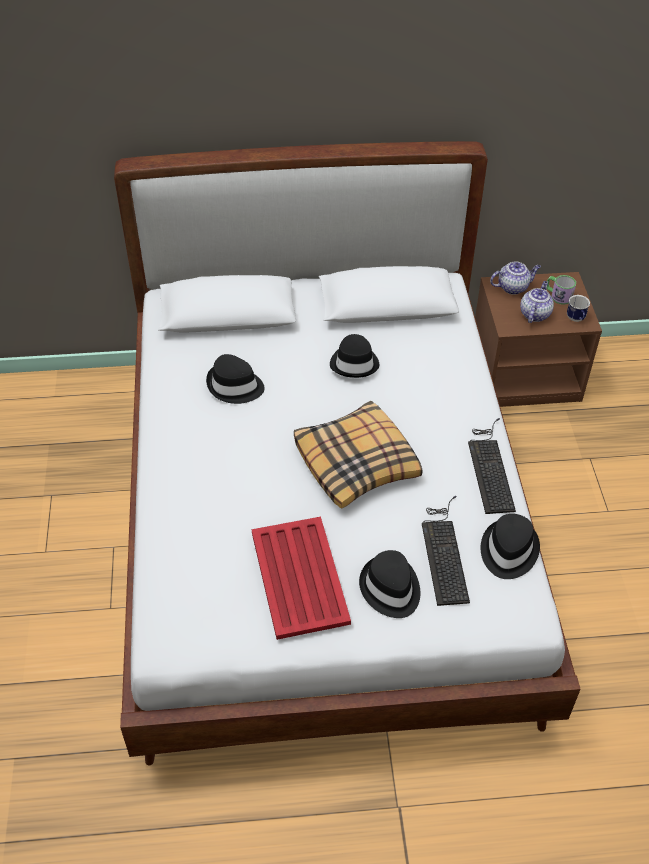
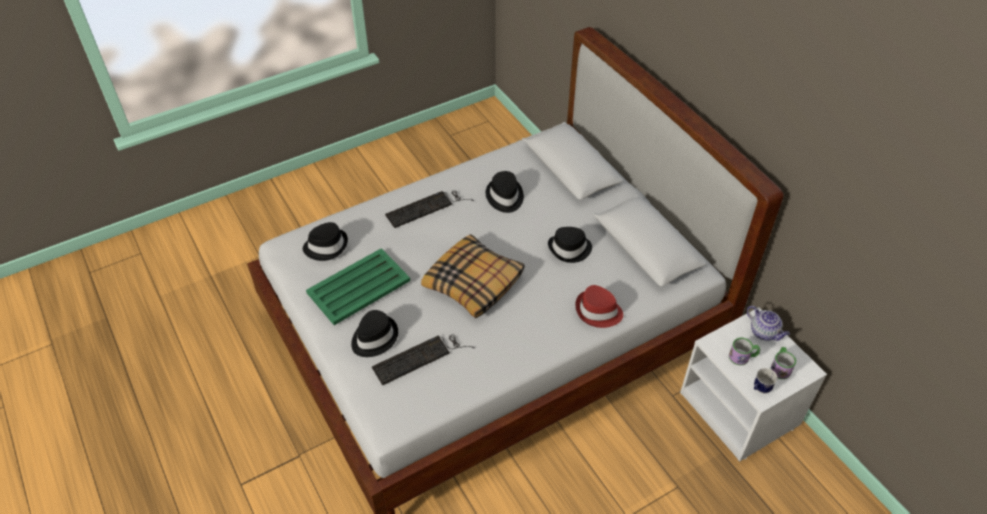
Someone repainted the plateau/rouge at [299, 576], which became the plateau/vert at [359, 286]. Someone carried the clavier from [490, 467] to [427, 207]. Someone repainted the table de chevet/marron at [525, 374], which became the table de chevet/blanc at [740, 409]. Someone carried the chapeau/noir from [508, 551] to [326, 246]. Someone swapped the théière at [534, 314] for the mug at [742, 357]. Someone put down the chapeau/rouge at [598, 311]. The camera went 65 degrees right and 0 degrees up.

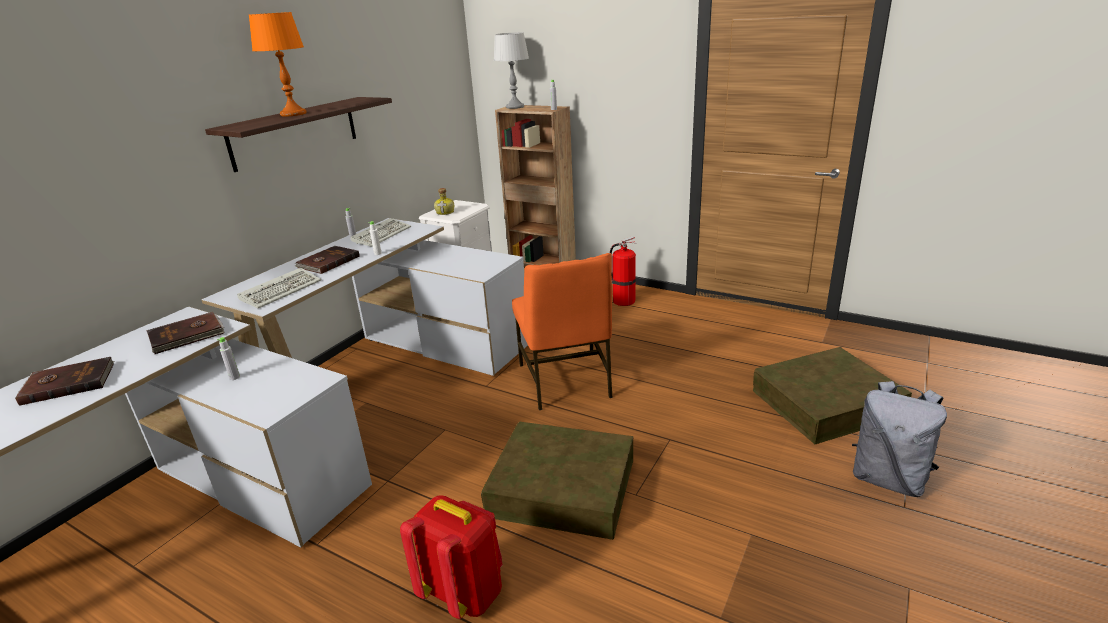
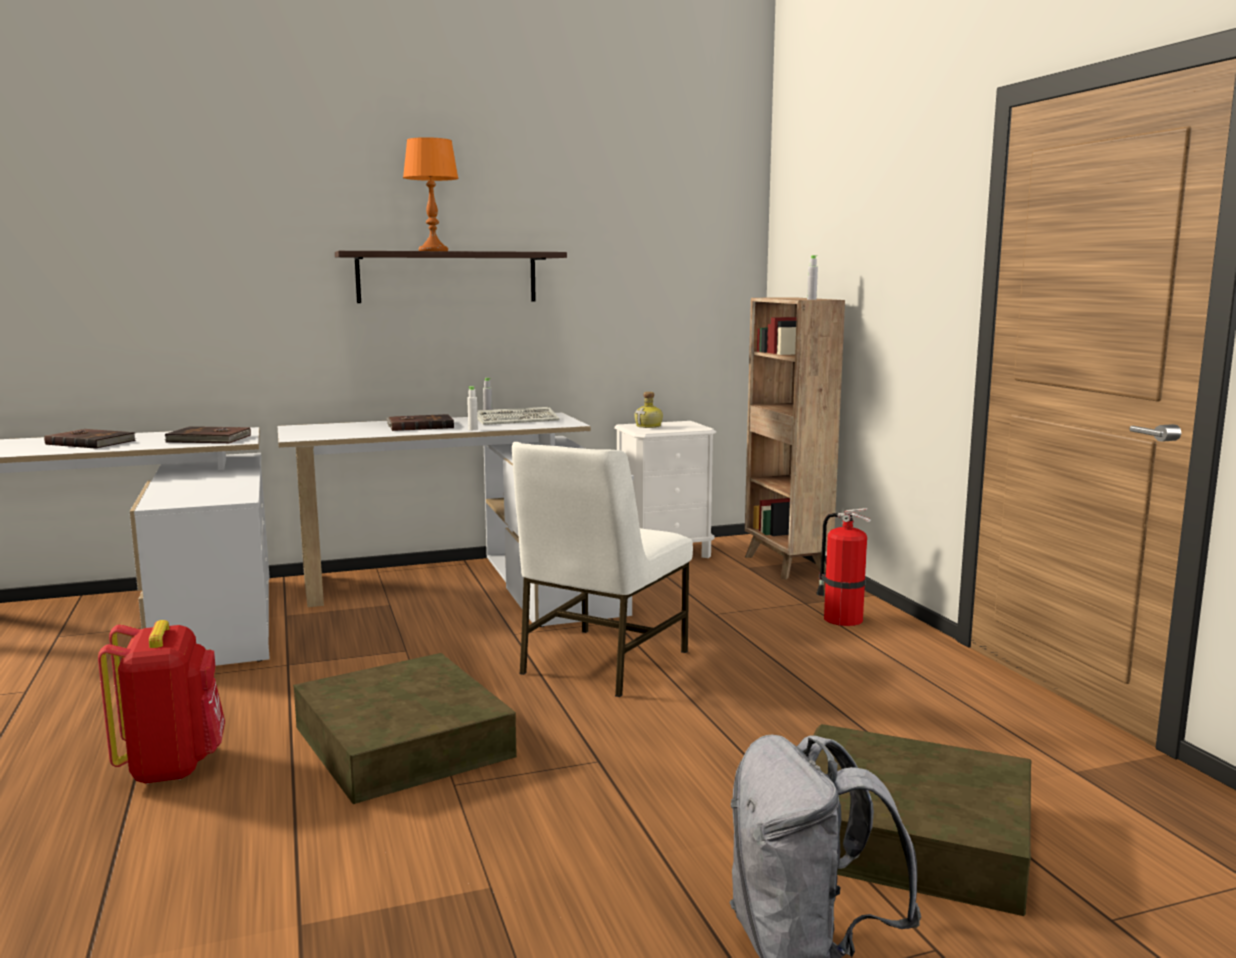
Someone took away the bouteille/gris at [235, 377]. Someone took away the clavier at [282, 290]. Someone took away the lampe de table/gris at [515, 107]. Someone repainted the chaise/orange at [565, 381], which became the chaise/blanc at [601, 662]. The camera went 40 degrees right and 15 degrees down.

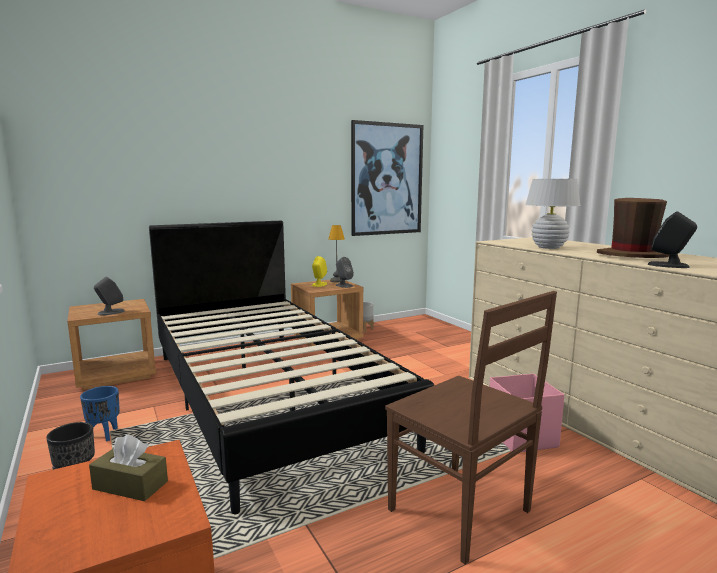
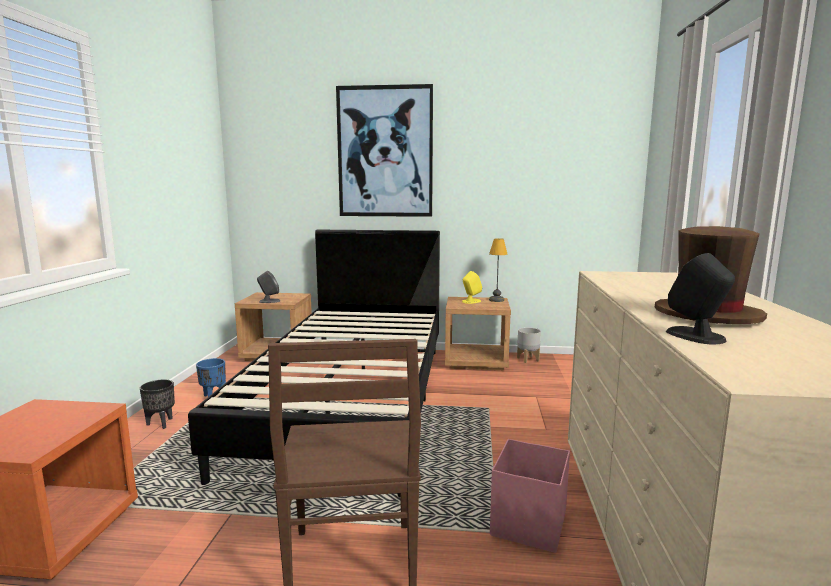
Someone took away the boîte à mouchoirs/marron at [130, 485]. Someone took away the enceinte/gris at [344, 285]. Someone carried the tableau from [387, 179] to [385, 152]. Someone took away the lampe de table/blanc at [548, 247]. The camera went 35 degrees right and 0 degrees up.

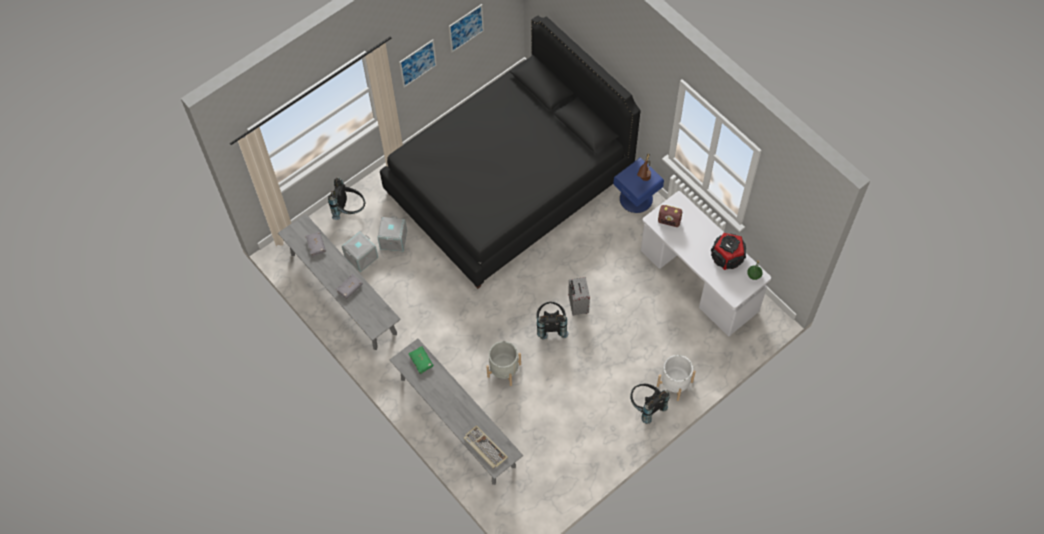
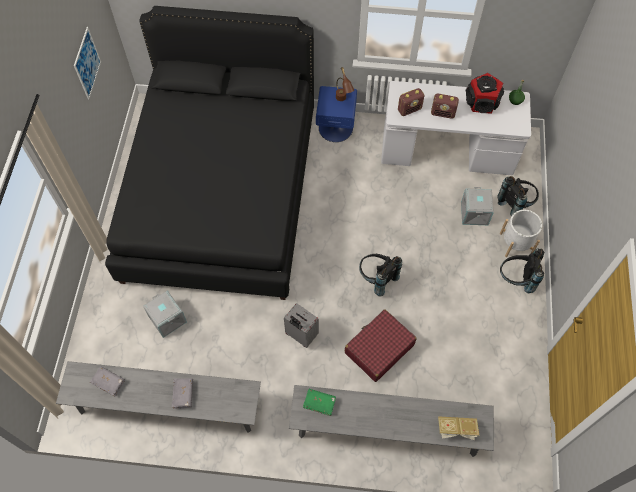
Someone carried the sac à dos/noir from [349, 210] to [515, 205]. Someone carried the boîte de rangement/gris from [361, 258] to [475, 213]. Someone took away the tableau at [417, 63]. Someone swapped the clavier at [484, 448] for the livre at [456, 430]. Someone swapped the cache-pot/gris at [504, 370] for the valise/rouge at [379, 349]. Someone carried the valise/gris from [577, 305] to [301, 335]. Someone put down the radio at [443, 113]. The camera went 45 degrees left and 0 degrees up.

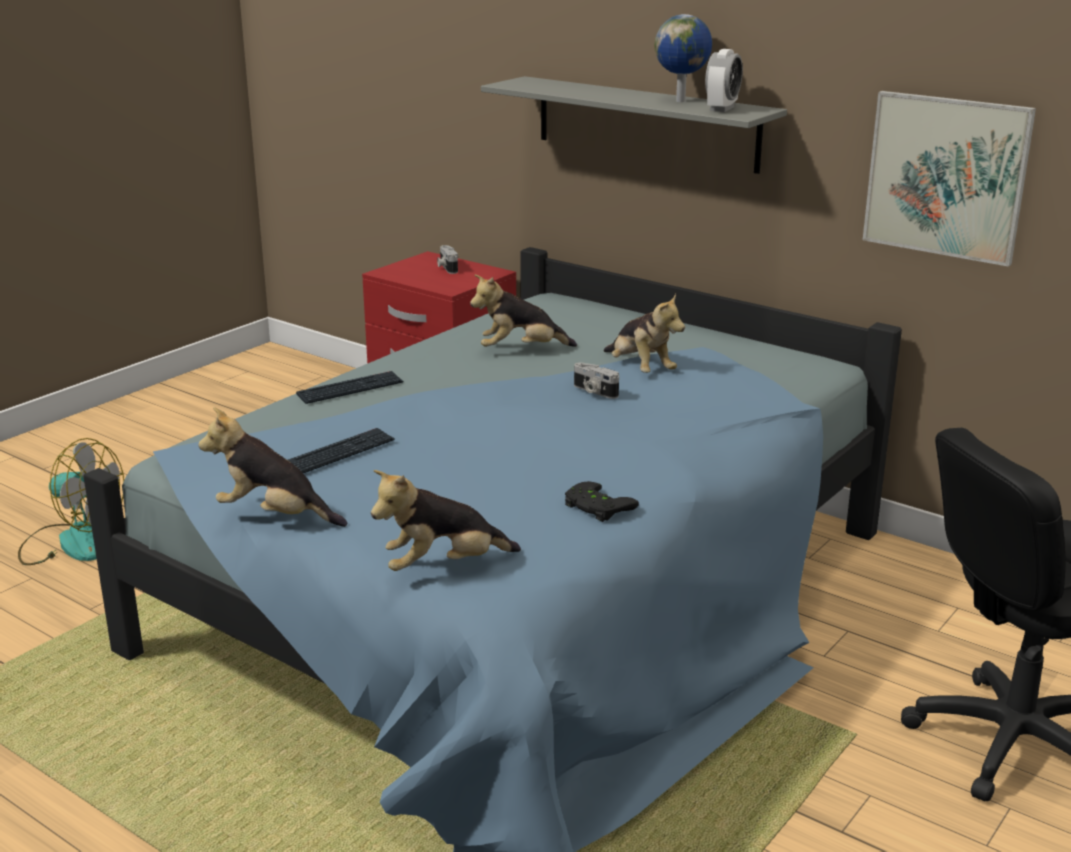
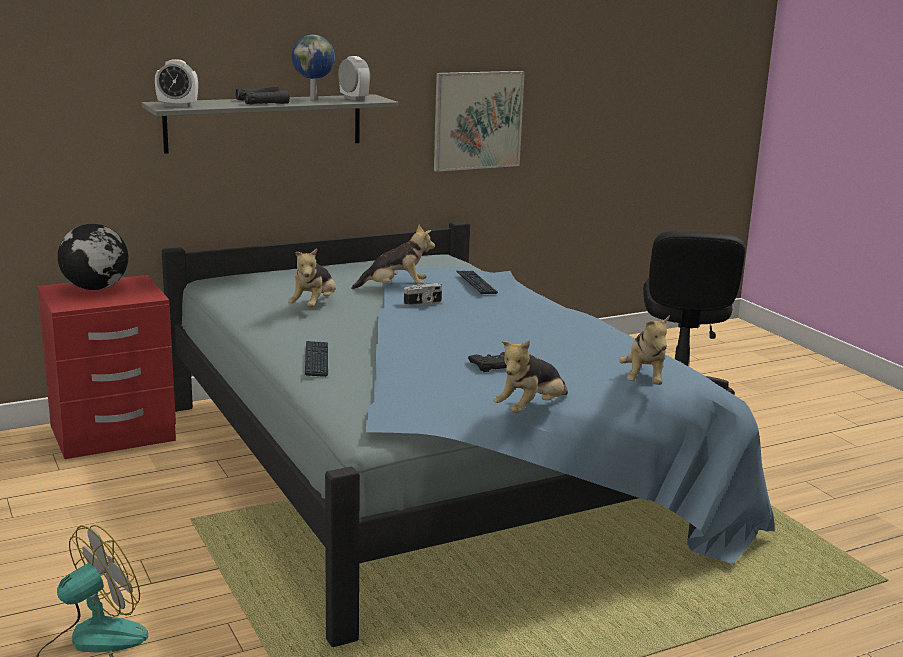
Someone carried the clavier from [339, 454] to [476, 283]. Someone swapped the appareil photo at [447, 267] for the globe at [96, 288]. Someone carried the manette/noir from [595, 507] to [494, 366]. Someone put down the réveil at [177, 105]. Someone put down the jumelles/noir at [262, 102]. The camera went 65 degrees left and 5 degrees down.

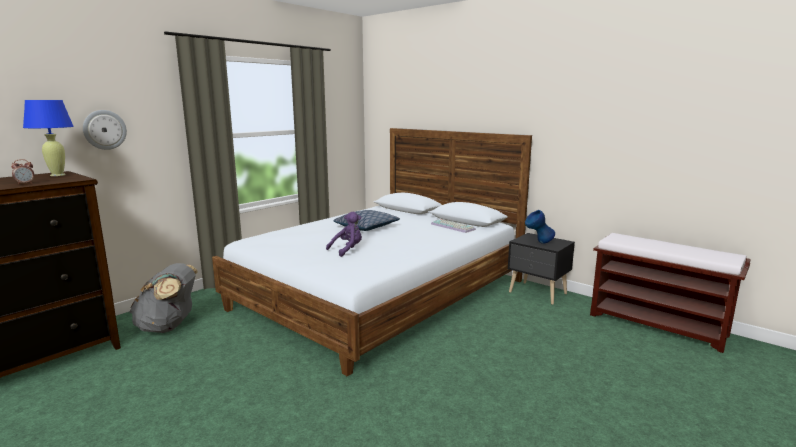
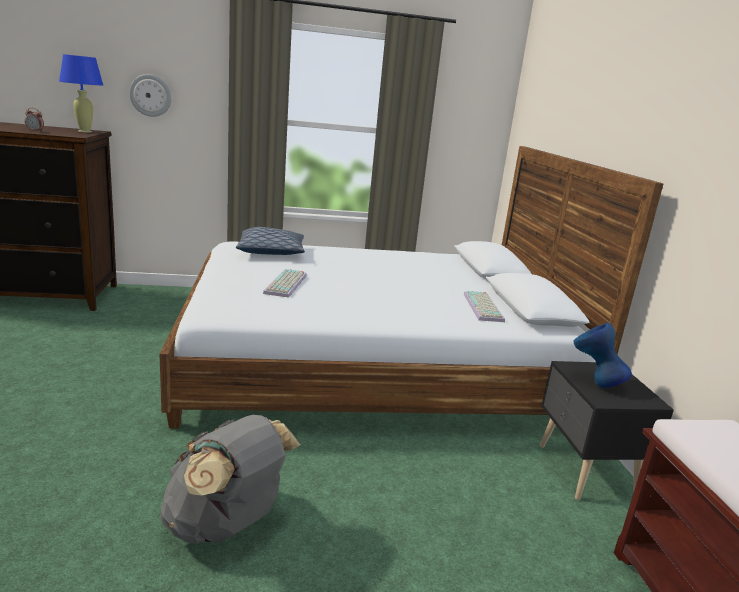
Someone carried the sac à dos/gris from [169, 327] to [226, 524]. Someone swapped the peluche/violet at [347, 250] for the clavier at [287, 284]. Someone carried the coussin from [366, 227] to [271, 251]. The camera went 40 degrees right and 5 degrees up.

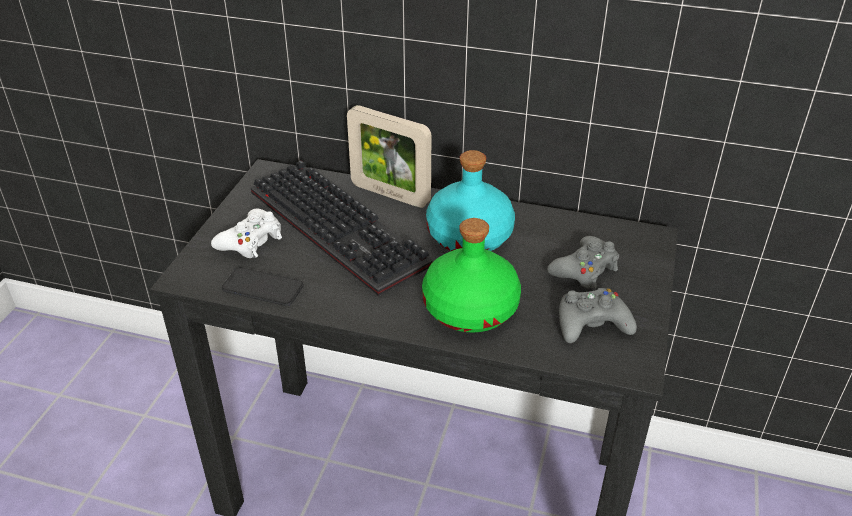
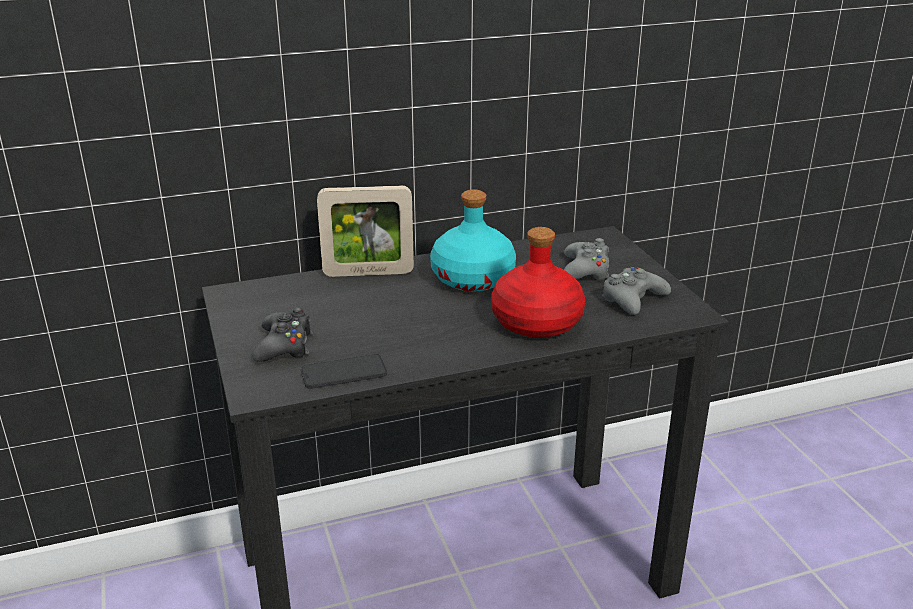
Someone repainted the manette/blanc at [251, 241], which became the manette/noir at [284, 345]. Someone took away the clavier at [342, 228]. Someone repainted the bouteille/vert at [471, 308], which became the bouteille/rouge at [537, 322]. The camera went 35 degrees left and 10 degrees down.

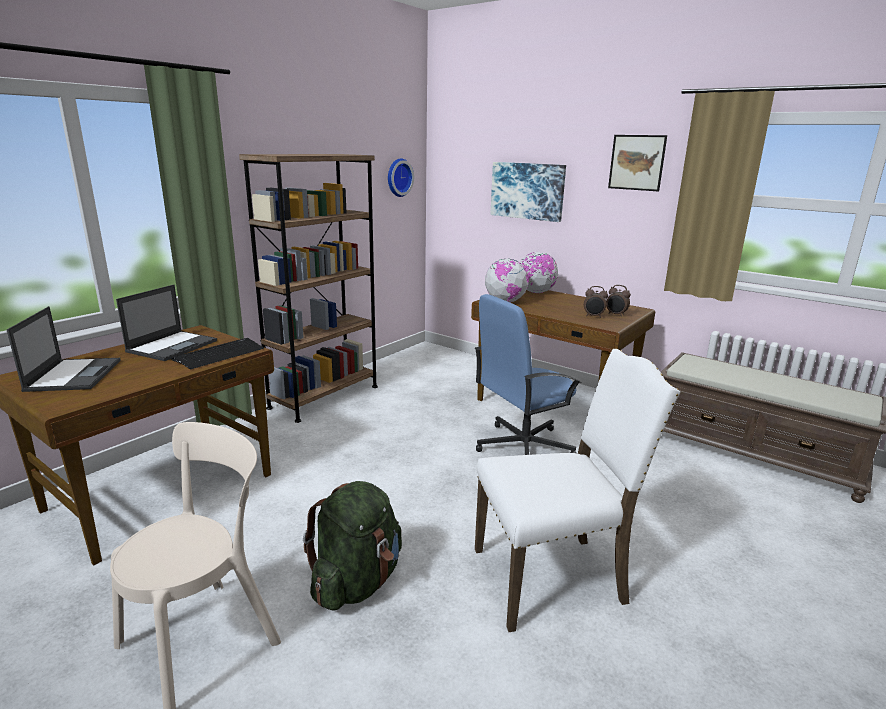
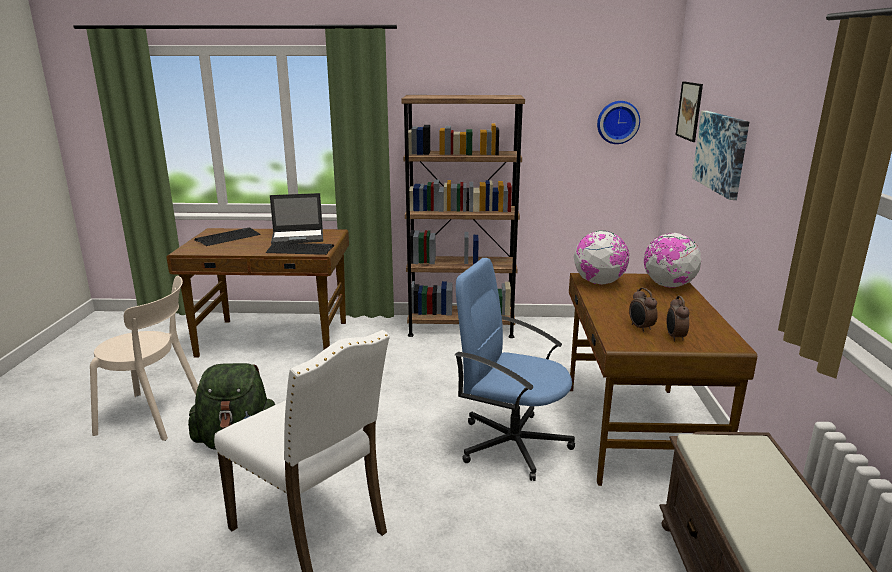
Someone swapped the ordinateur portable at [74, 374] for the clavier at [228, 238]. Someone carried the tableau from [637, 162] to [689, 111]. The camera went 55 degrees right and 0 degrees up.

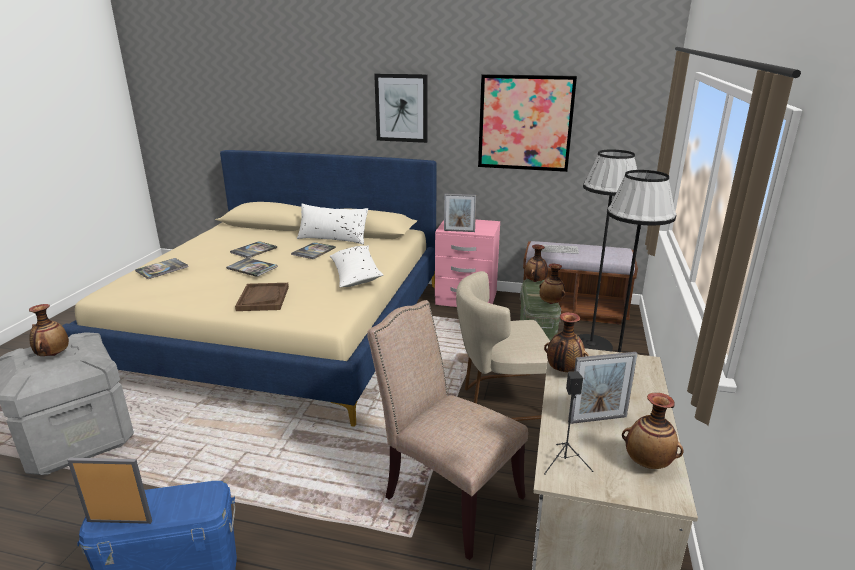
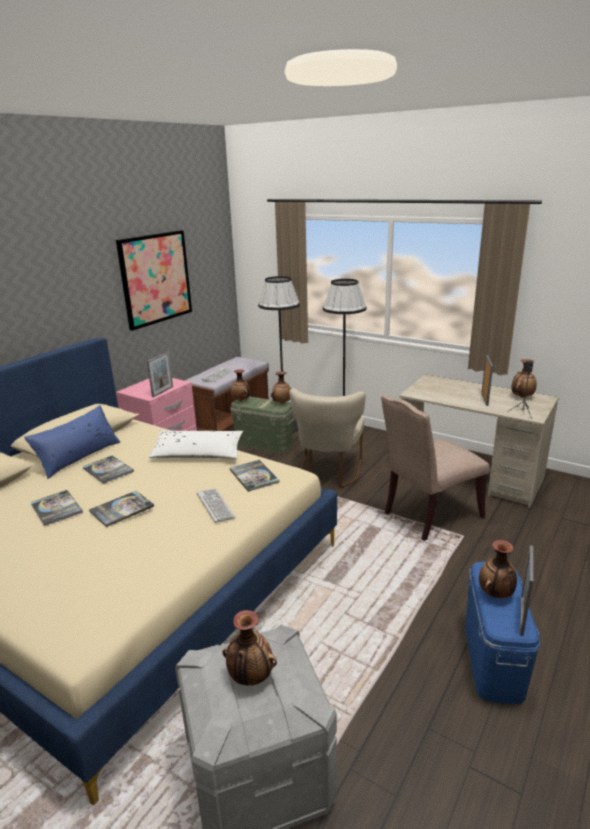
Someone carried the livre from [162, 269] to [254, 476]. Someone swapped the plateau/marron at [263, 298] for the clavier at [215, 506]. Someone repainted the coussin/blanc at [333, 238], which became the coussin/bleu at [79, 457]. Someone took away the tableau at [401, 108]. Someone carried the vase from [563, 371] to [496, 594]. The camera went 70 degrees left and 0 degrees up.

